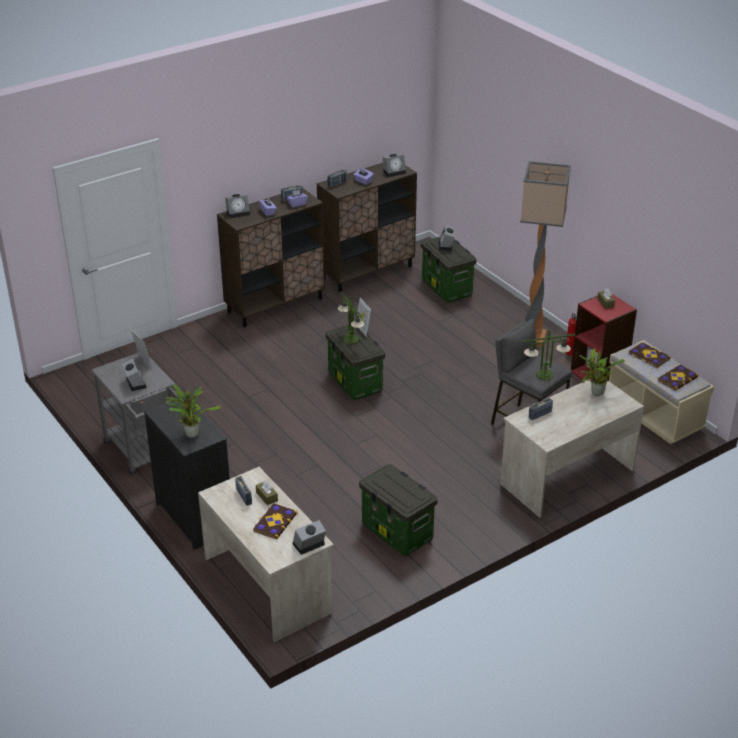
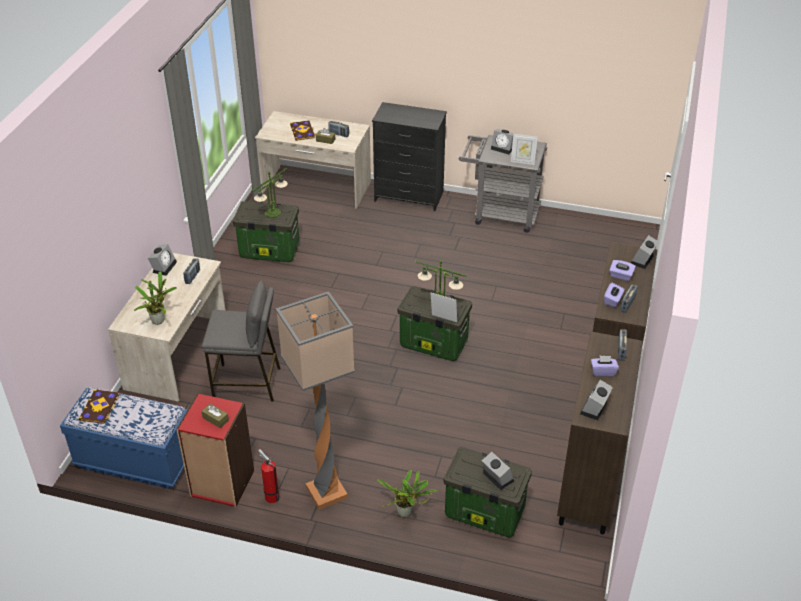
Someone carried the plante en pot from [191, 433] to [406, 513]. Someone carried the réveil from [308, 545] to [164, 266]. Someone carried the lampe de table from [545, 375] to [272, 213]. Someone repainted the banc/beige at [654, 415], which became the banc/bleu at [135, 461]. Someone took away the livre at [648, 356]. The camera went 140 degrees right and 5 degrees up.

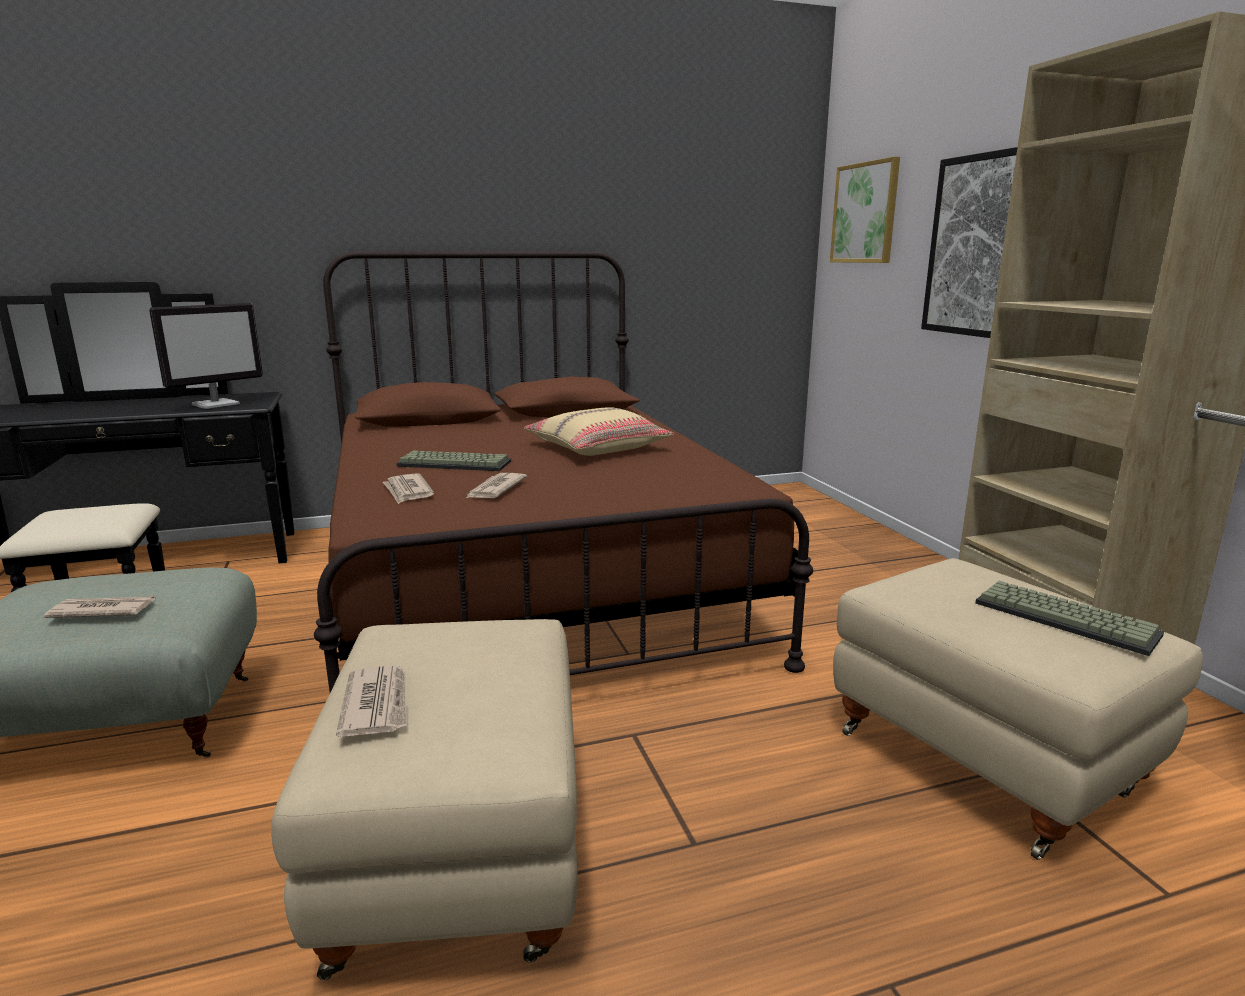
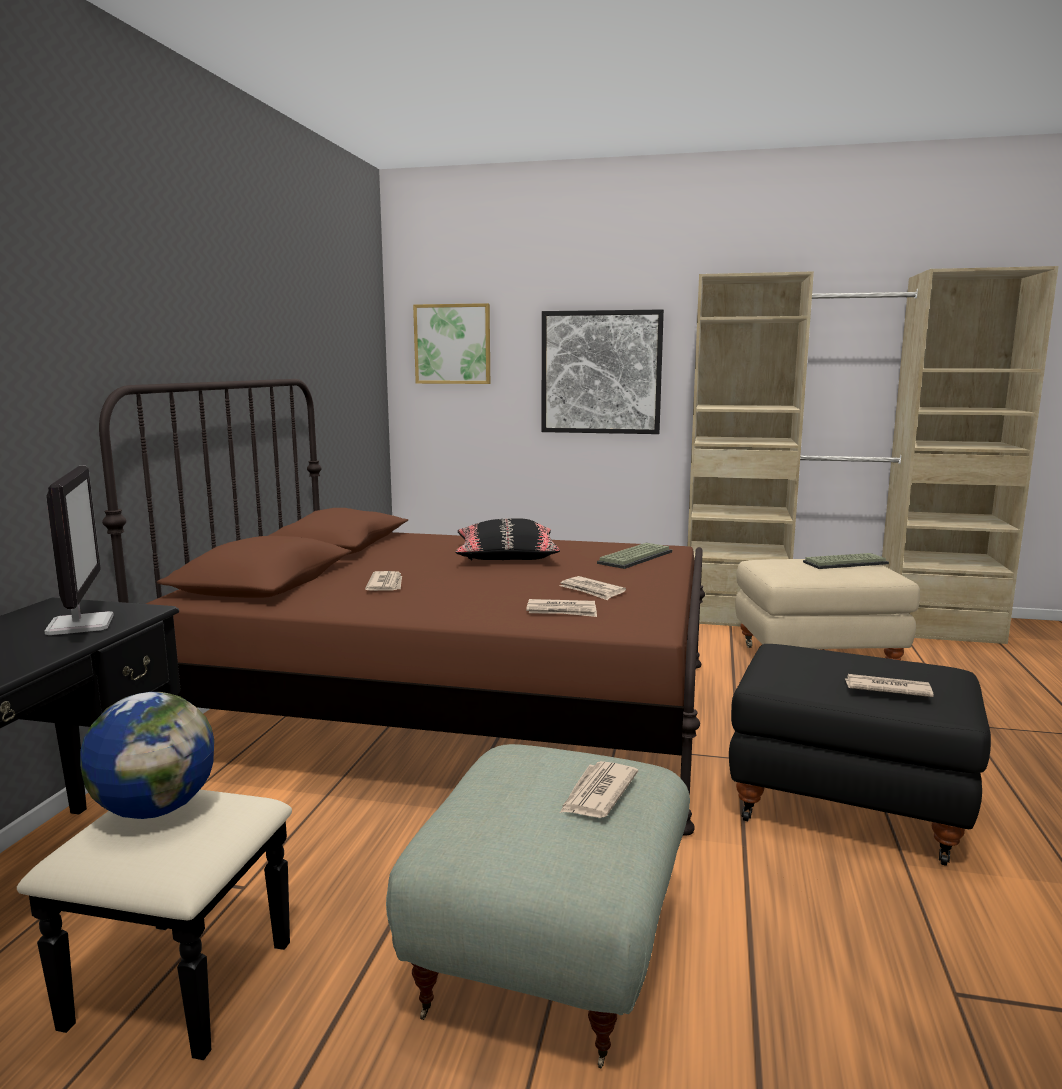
Someone repainted the pouf/beige at [462, 861], which became the pouf/noir at [848, 805]. Someone carried the clavier from [456, 463] to [634, 557]. Someone repainted the coussin/beige at [598, 447], which became the coussin/noir at [506, 556]. Someone put down the globe at [155, 809]. Someone put down the journal at [386, 584]. The camera went 60 degrees left and 5 degrees down.

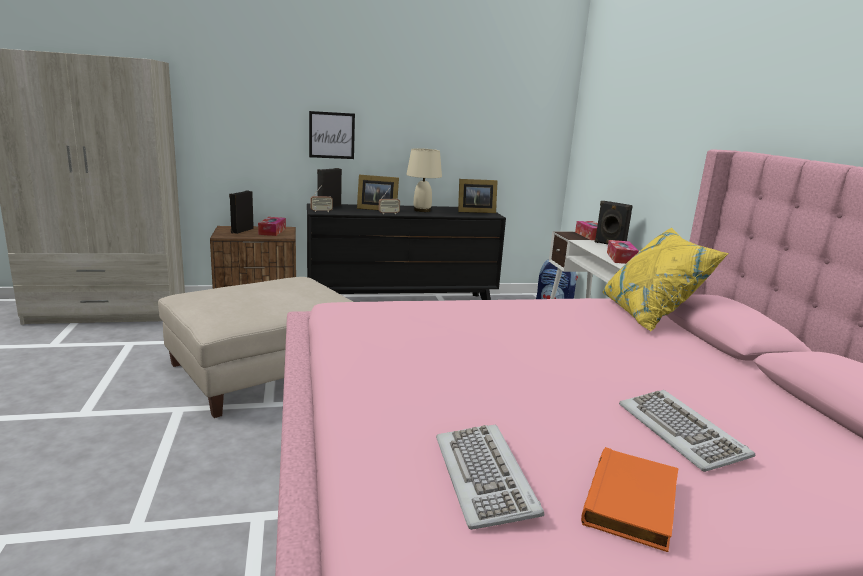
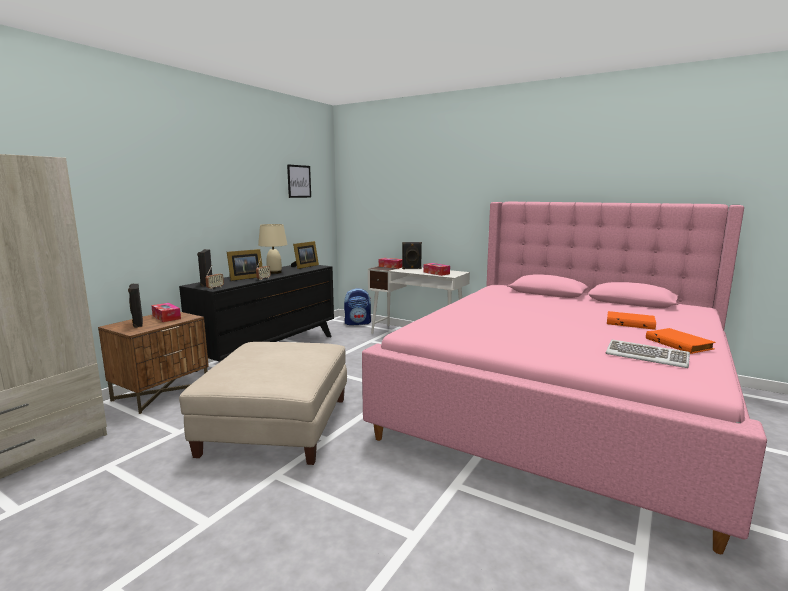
Someone carried the tableau from [331, 135] to [299, 181]. Someone took away the coussin/jaune at [650, 316]. Someone swapped the clavier at [682, 432] for the livre/orange at [630, 323]. The camera went 45 degrees left and 5 degrees down.

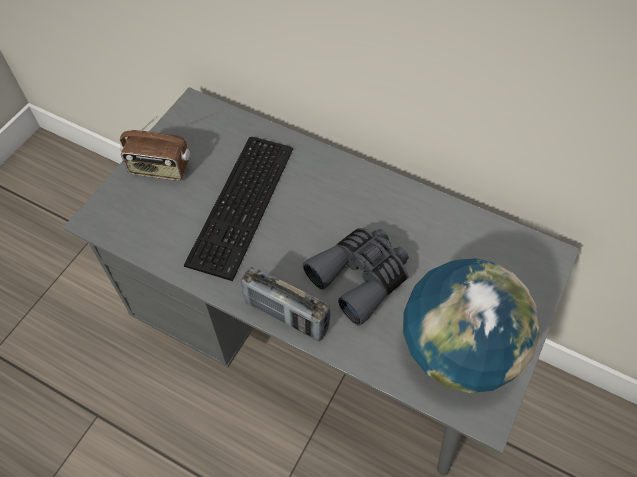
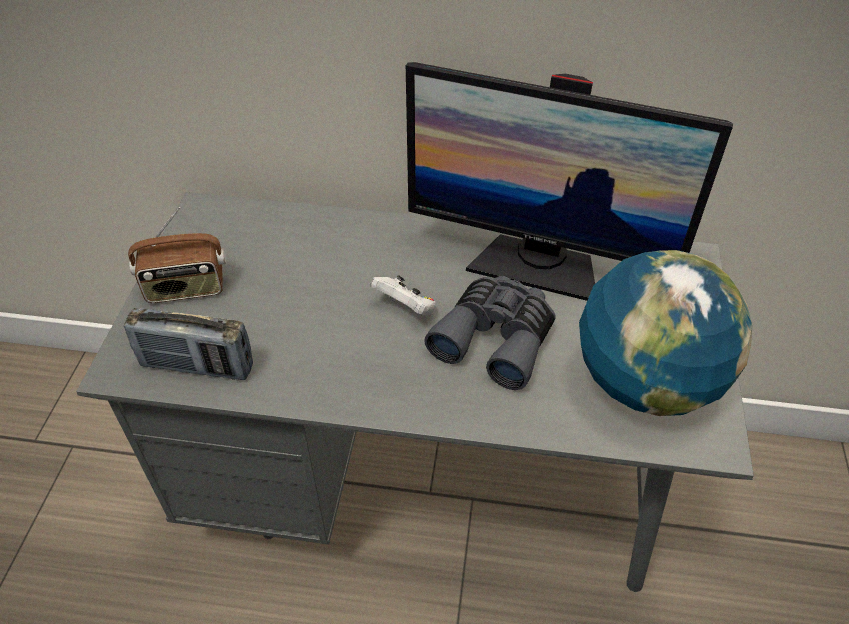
Someone took away the clavier at [245, 203]. Someone carried the radio from [286, 316] to [197, 366]. Someone put down the manette/blanc at [406, 309]. Someone put down the écran d'ordinateur at [538, 263]. The camera went 20 degrees left and 10 degrees down.

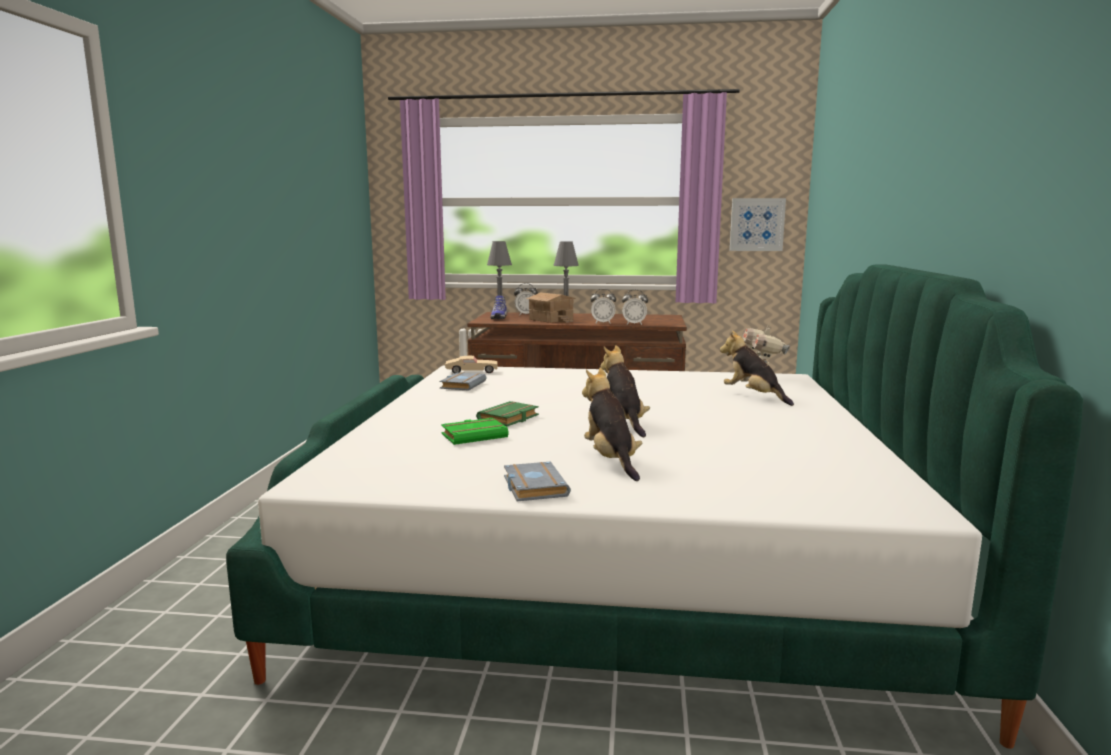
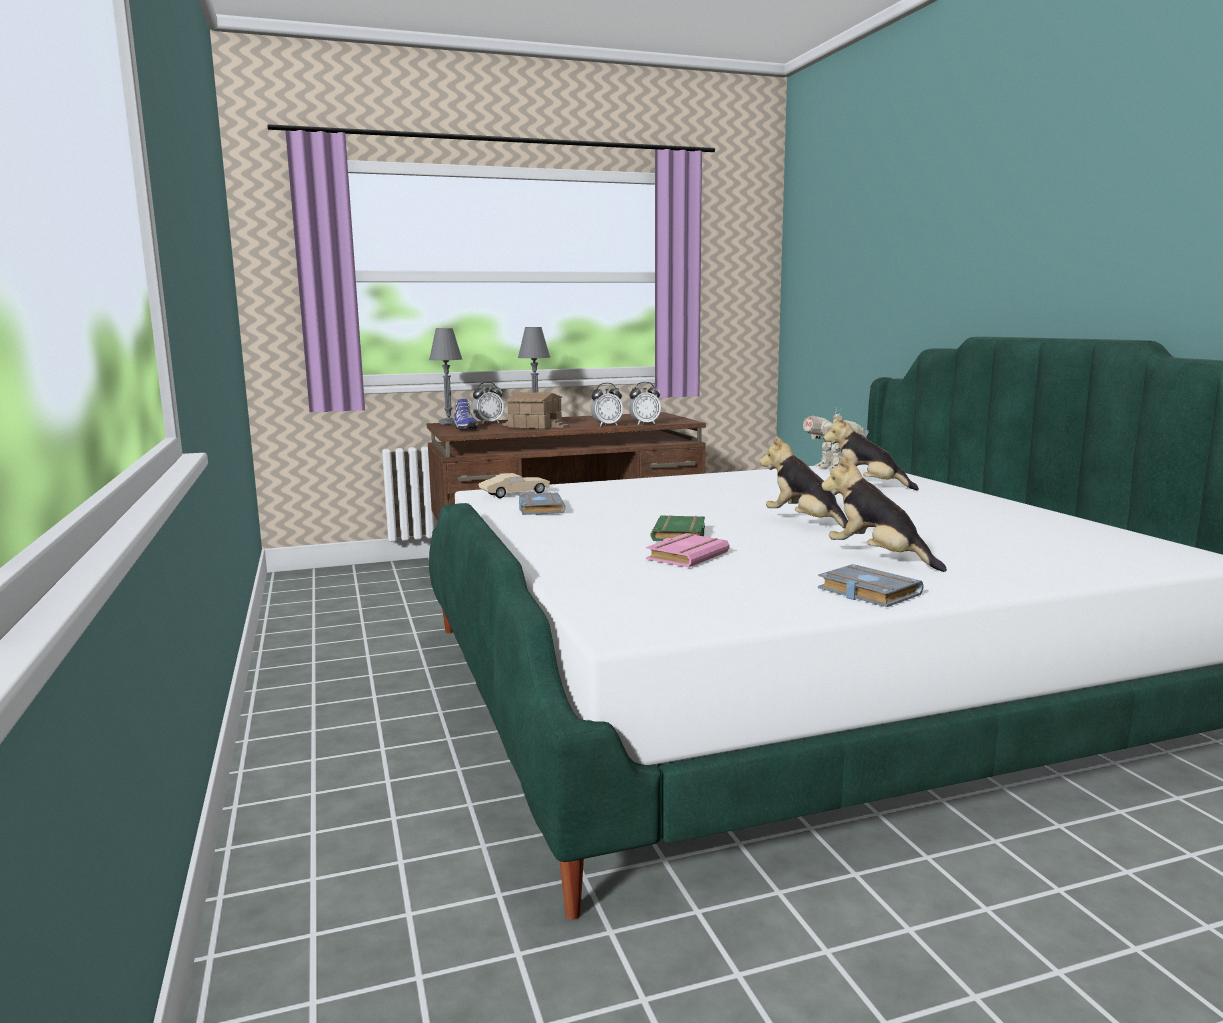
Someone repainted the livre/vert at [475, 435], which became the livre/rose at [686, 556]. Someone took away the tableau at [757, 224]. The camera went 25 degrees left and 0 degrees up.

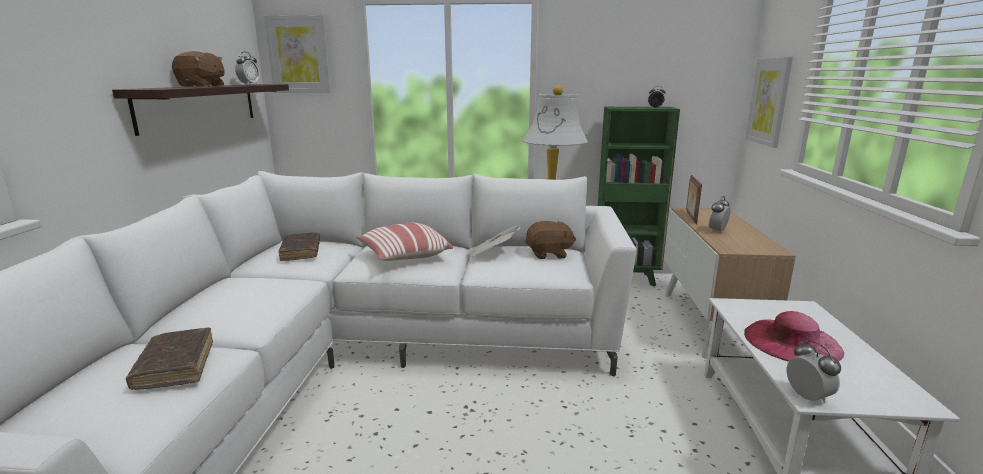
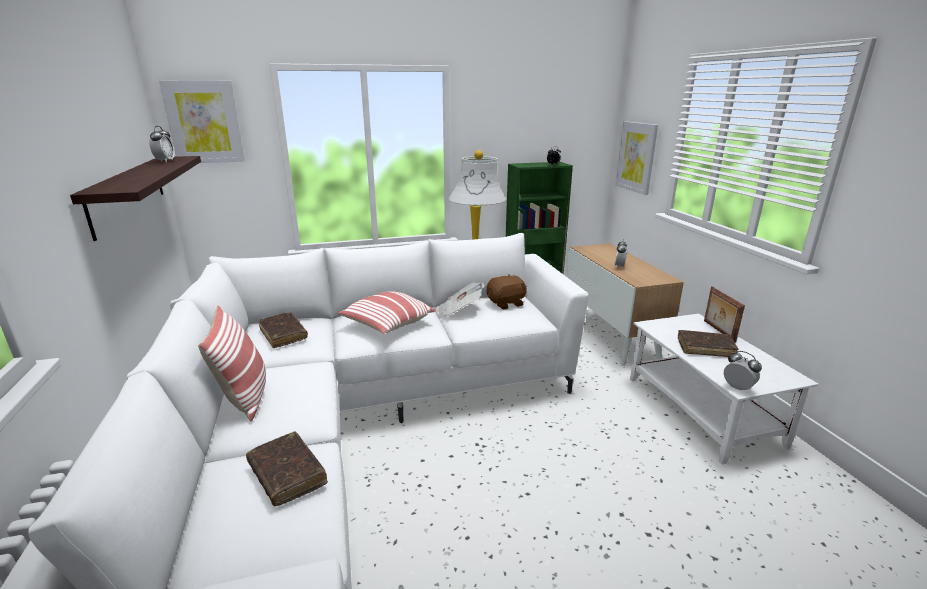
Someone took away the peluche/marron at [202, 86]. Someone carried the cadre photo from [690, 217] to [718, 331]. Someone swapped the chapeau/rose at [792, 342] for the livre/marron at [705, 348]. Someone put down the coussin at [245, 396]. The camera went 20 degrees left and 5 degrees up.

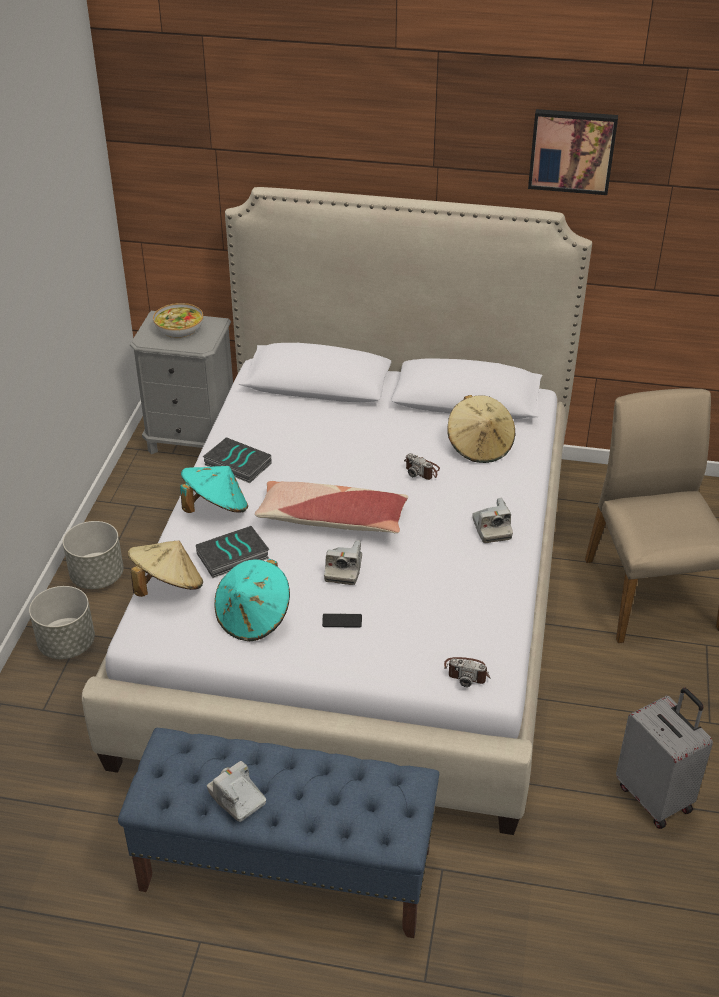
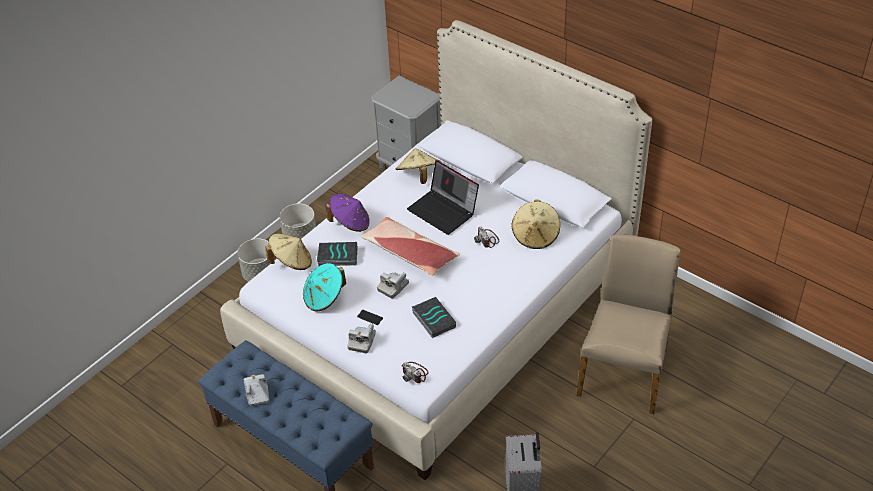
Someone took away the bol at [179, 329]. Someone repainted the chapeau/turquoise at [216, 508], which became the chapeau/violet at [350, 223]. Someone carried the livre from [236, 464] to [433, 320]. Someone carried the appareil photo from [491, 529] to [362, 341]. Someone took away the tableau at [572, 150]. Someone put down the chapeau/beige at [418, 176]. Someone put down the ordinateur portable at [444, 211]. The camera went 30 degrees right and 5 degrees up.

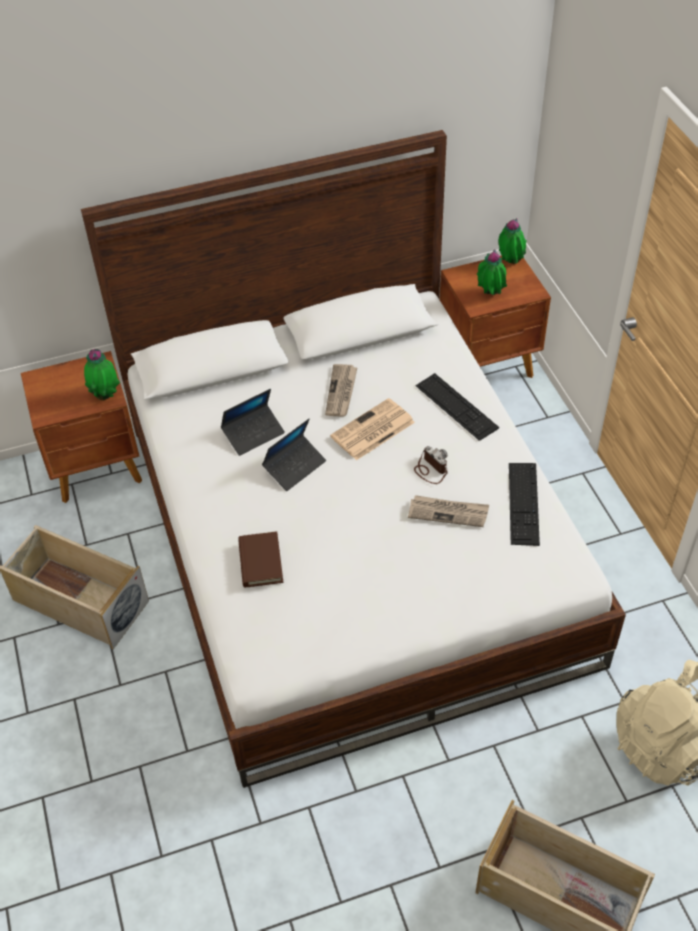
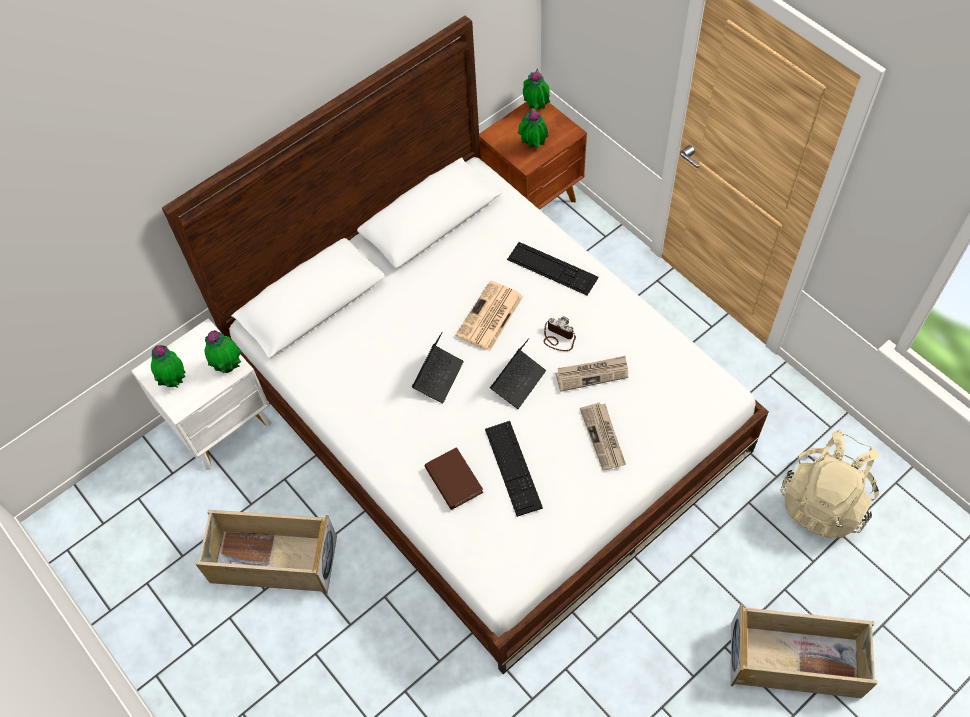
Someone repainted the table de chevet/marron at [98, 468], which became the table de chevet/blanc at [223, 424]. Someone carried the ordinateur portable from [253, 434] to [518, 381]. Someone carried the journal from [341, 392] to [603, 437]. Someone carried the clavier from [523, 503] to [513, 468]. Someone put down the plante en pot at [175, 381]. The camera went 20 degrees left and 10 degrees up.

